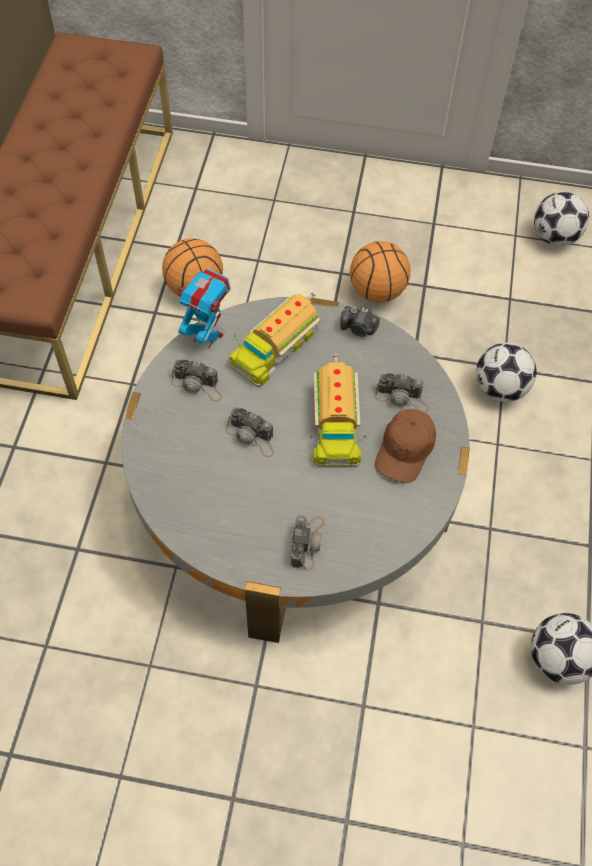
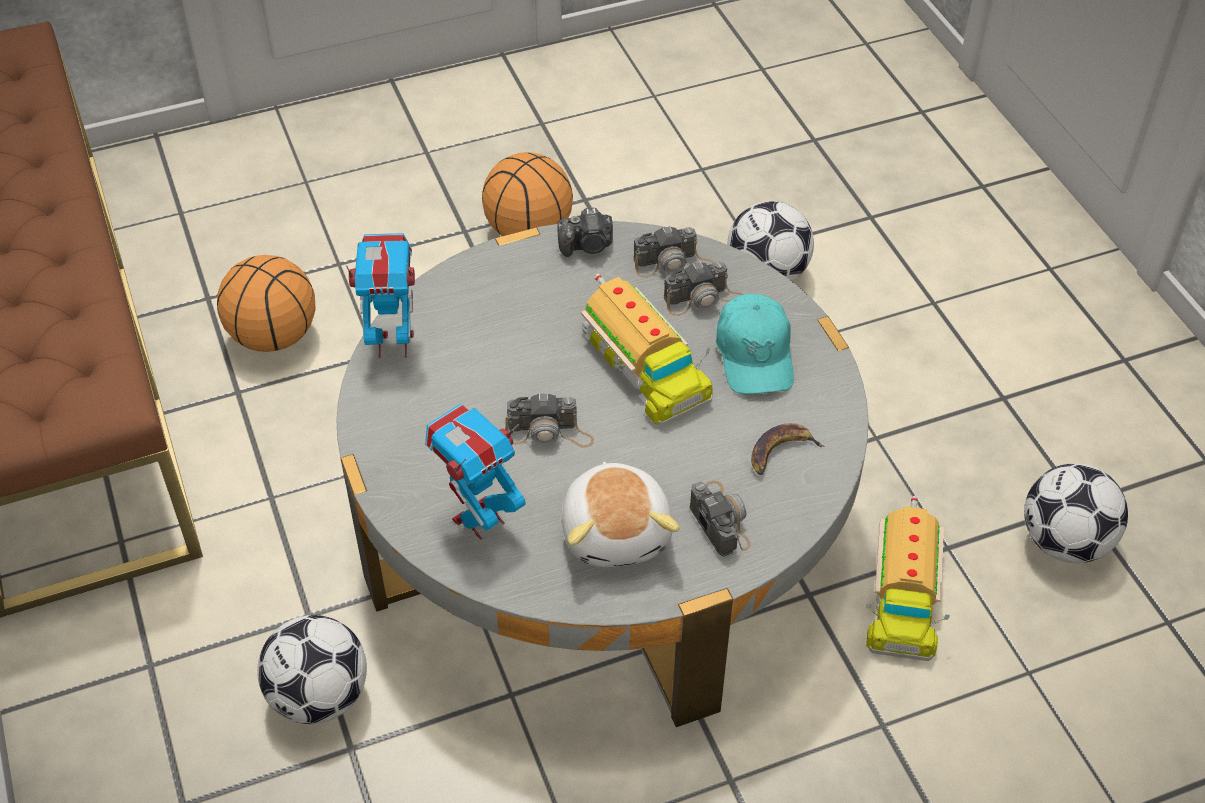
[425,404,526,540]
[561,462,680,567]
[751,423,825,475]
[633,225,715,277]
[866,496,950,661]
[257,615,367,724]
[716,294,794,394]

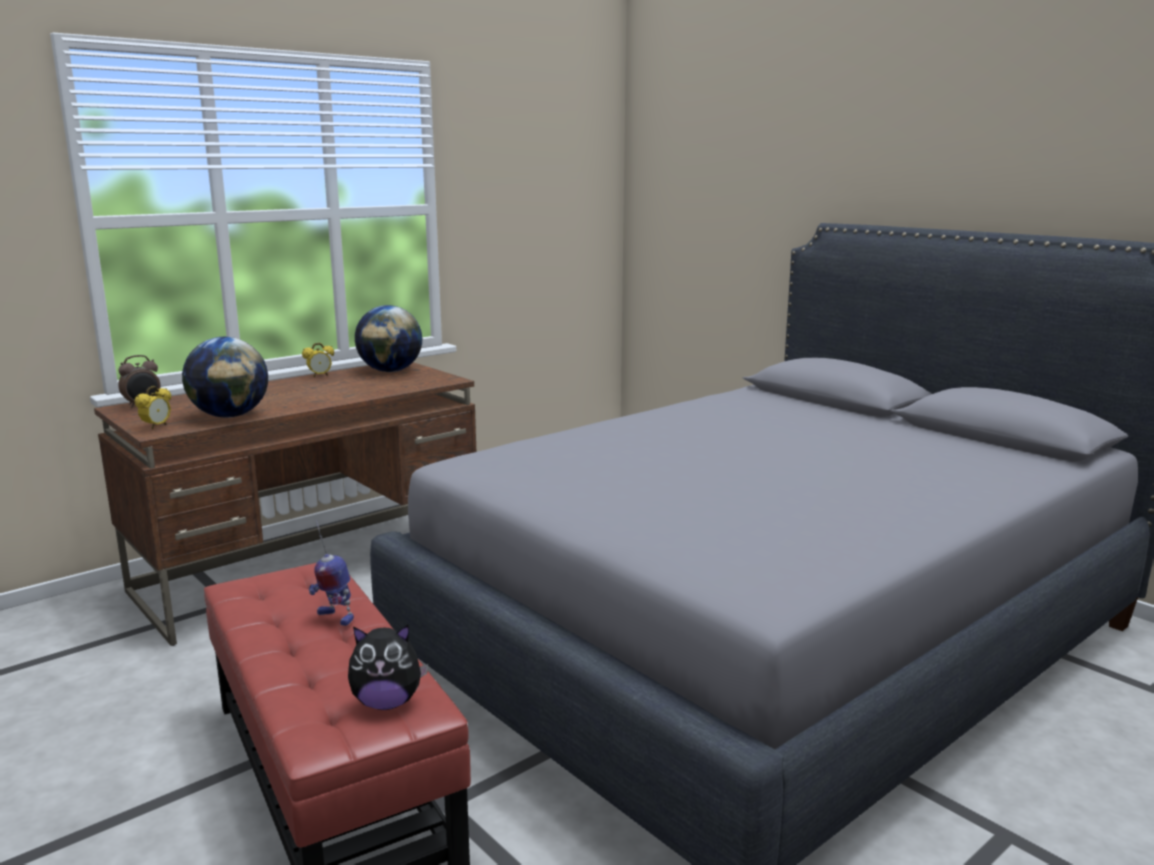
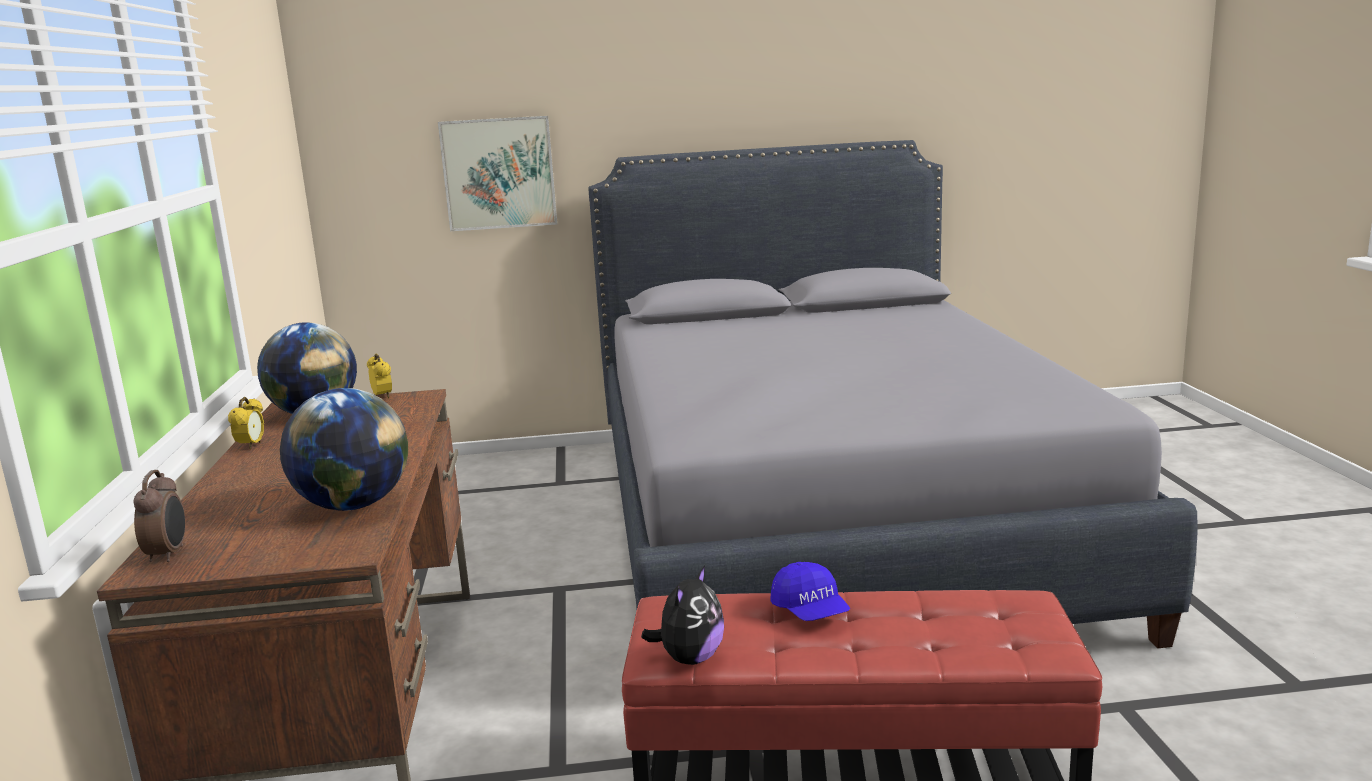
[438,116,557,231]
[367,353,392,398]
[641,565,724,665]
[770,562,850,621]

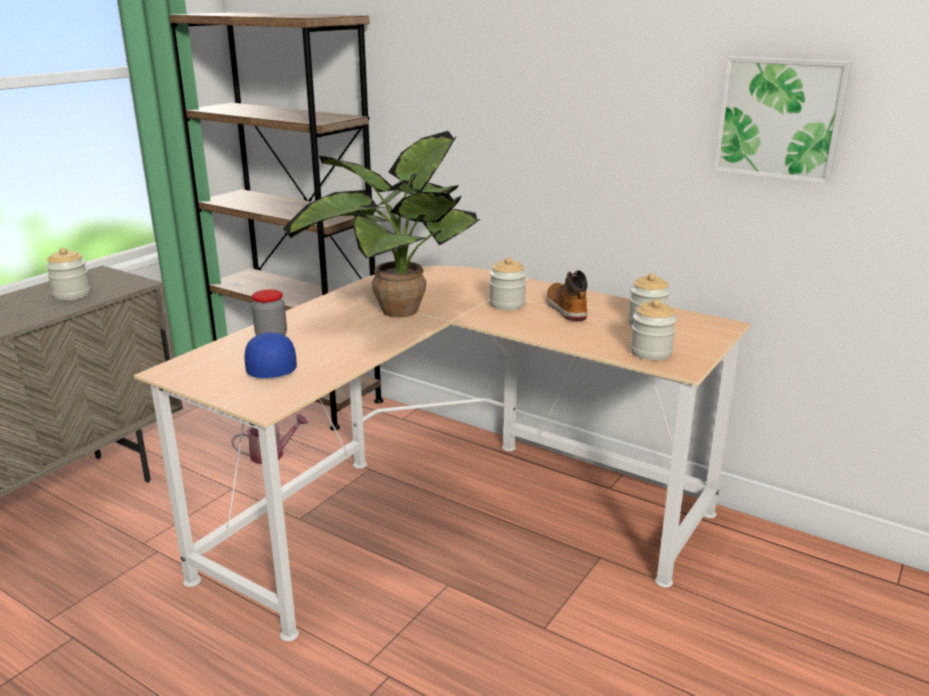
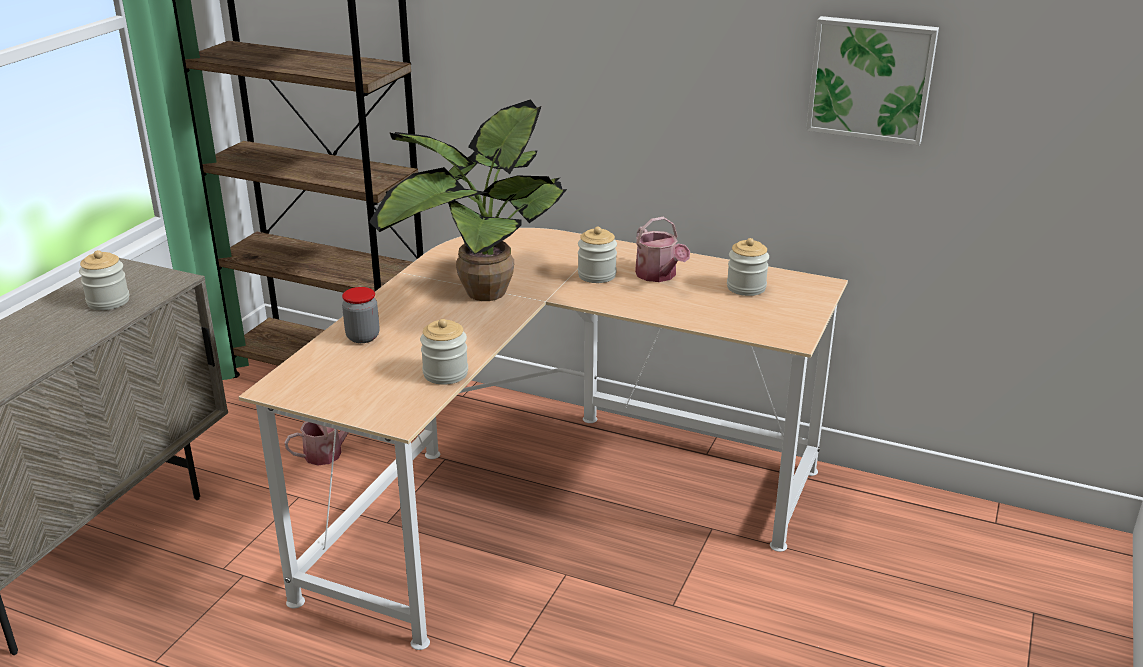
[244,332,297,378] (first image)
[420,319,468,385]
[635,217,690,282]

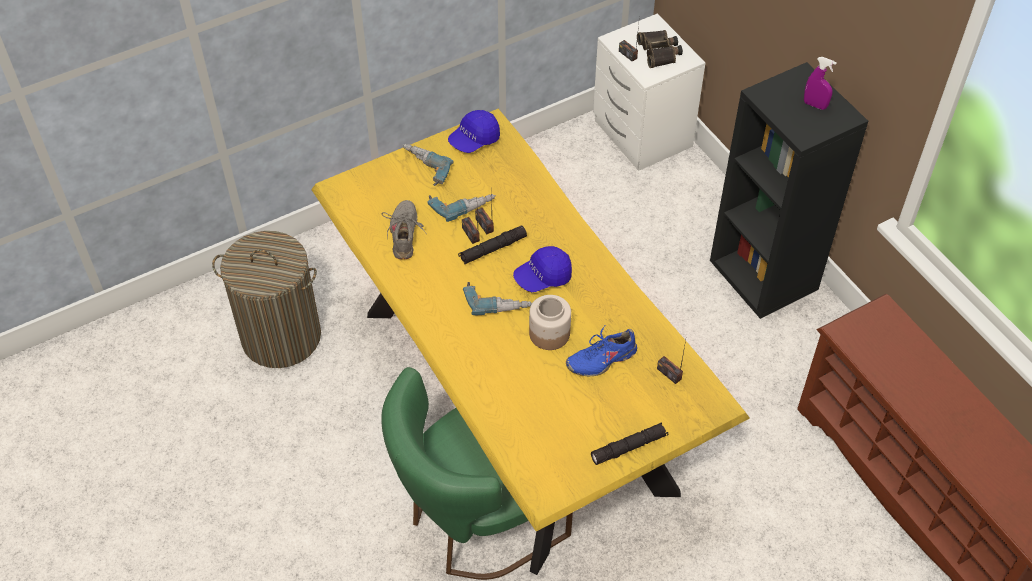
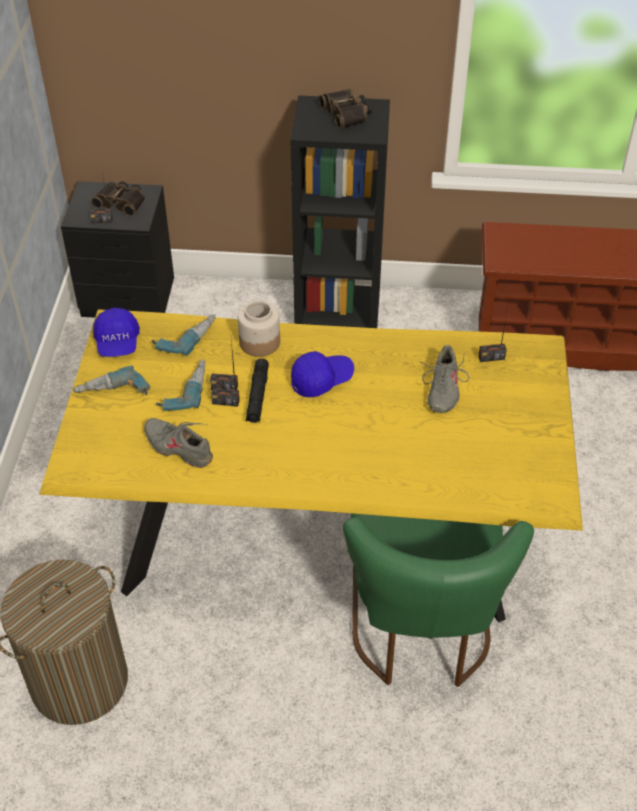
[591,422,668,465] (first image)
[152,314,216,356]
[238,301,280,357]
[319,89,373,129]
[421,345,469,413]
[61,181,174,318]
[291,351,354,397]

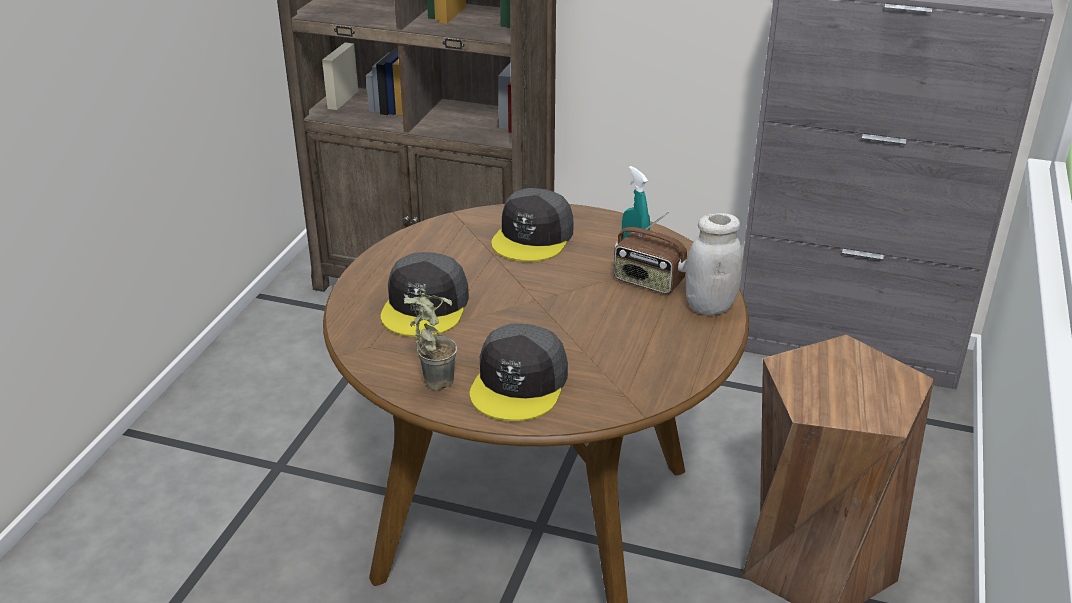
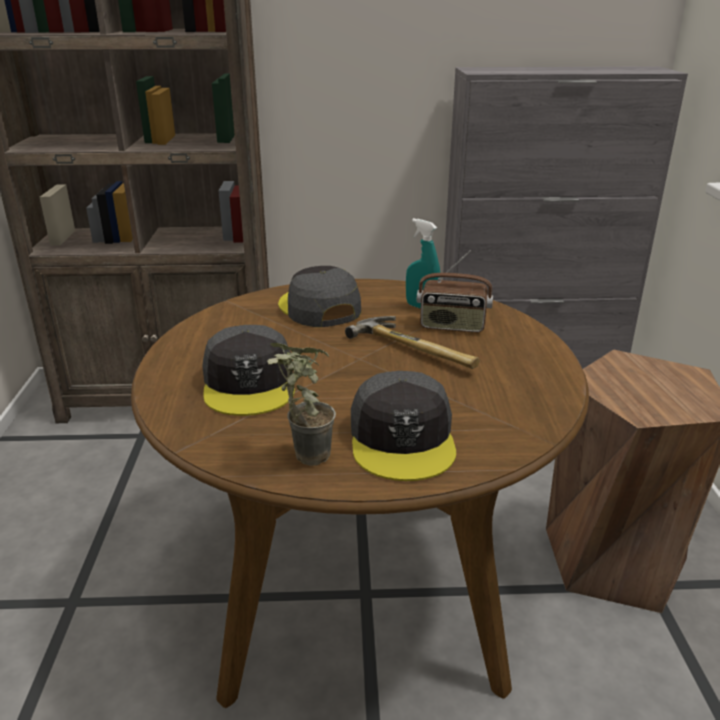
[686,213,742,315] (first image)
[345,316,480,369]
[278,266,361,327]

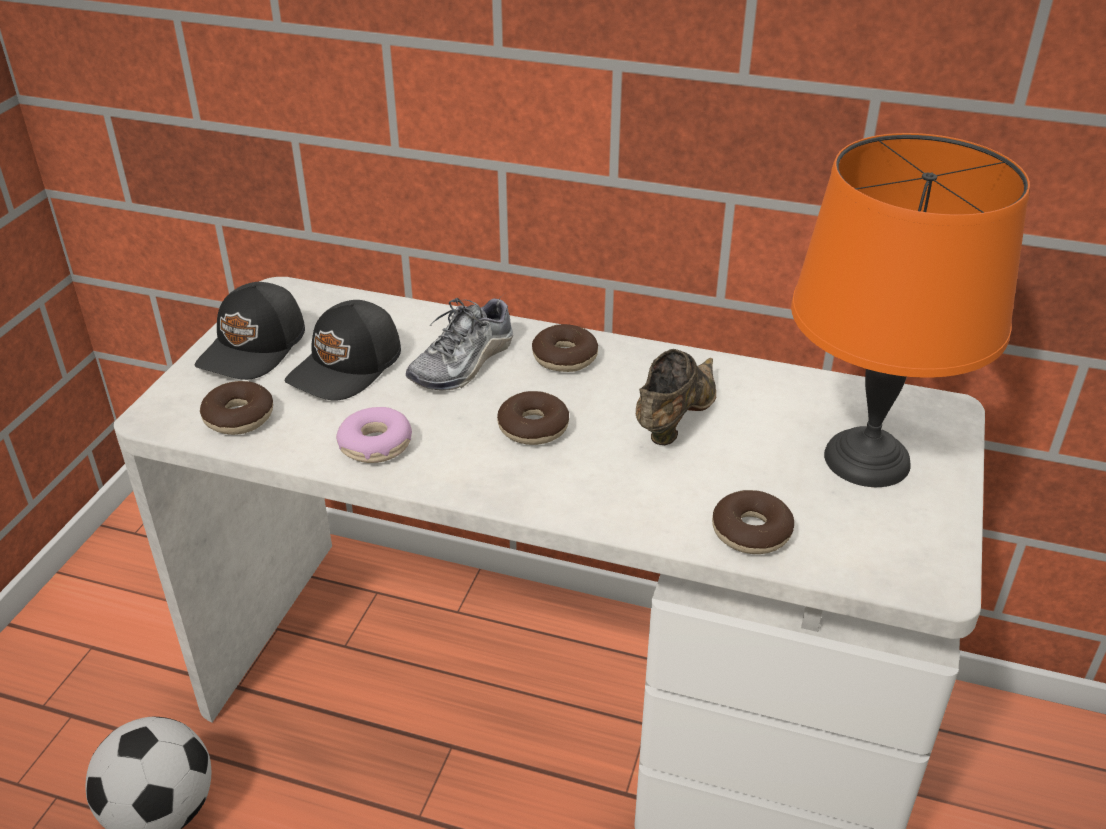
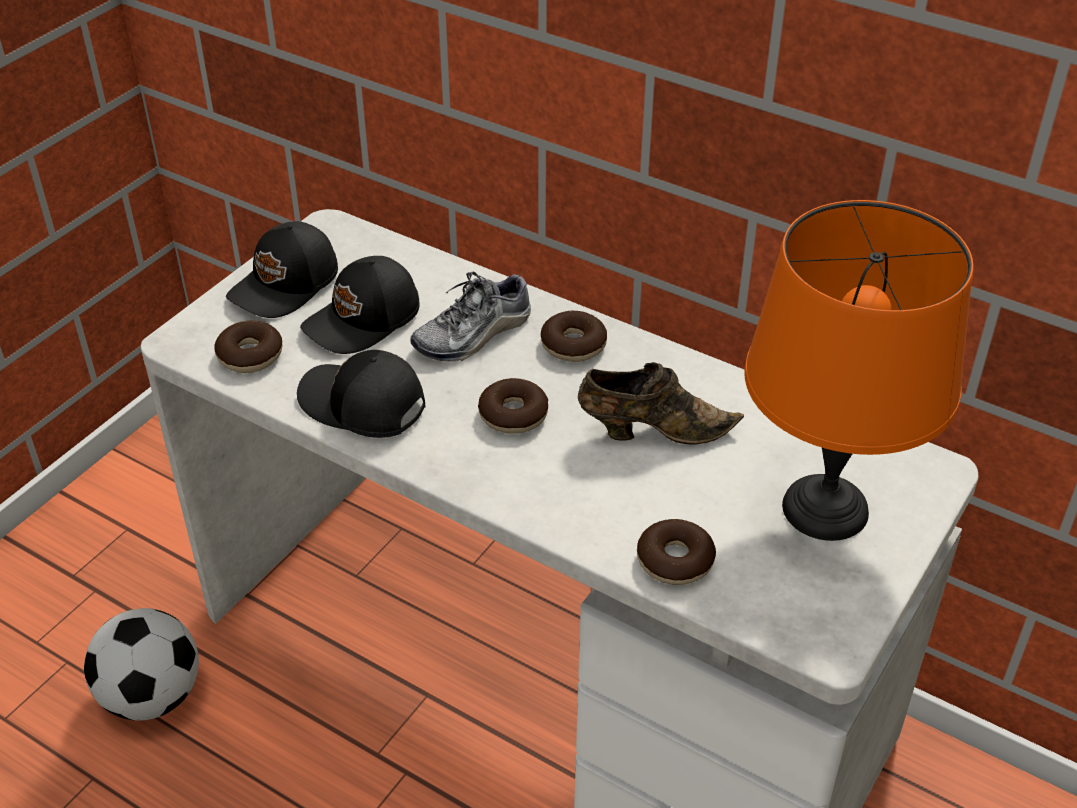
[297,350,425,438]
[578,362,744,445]

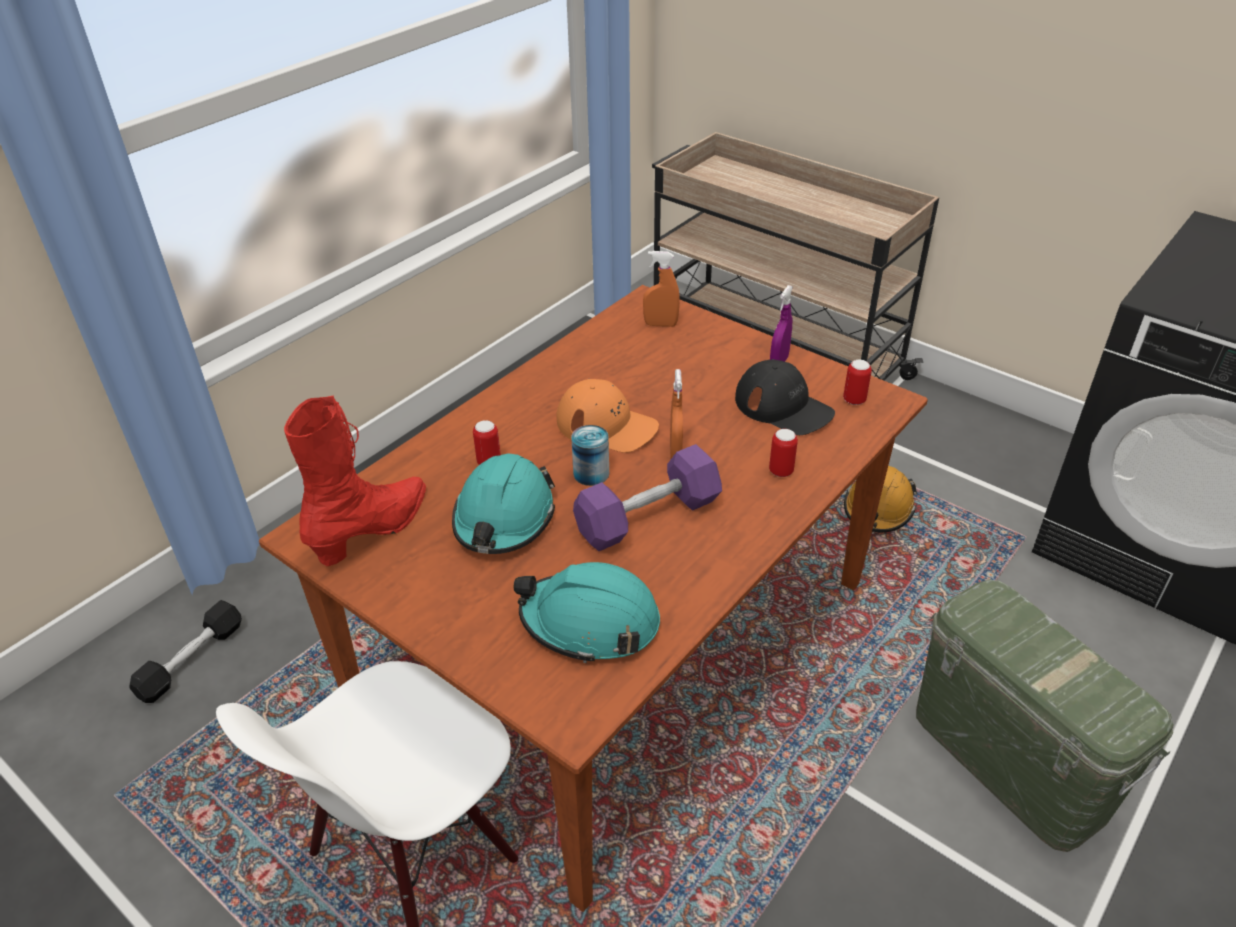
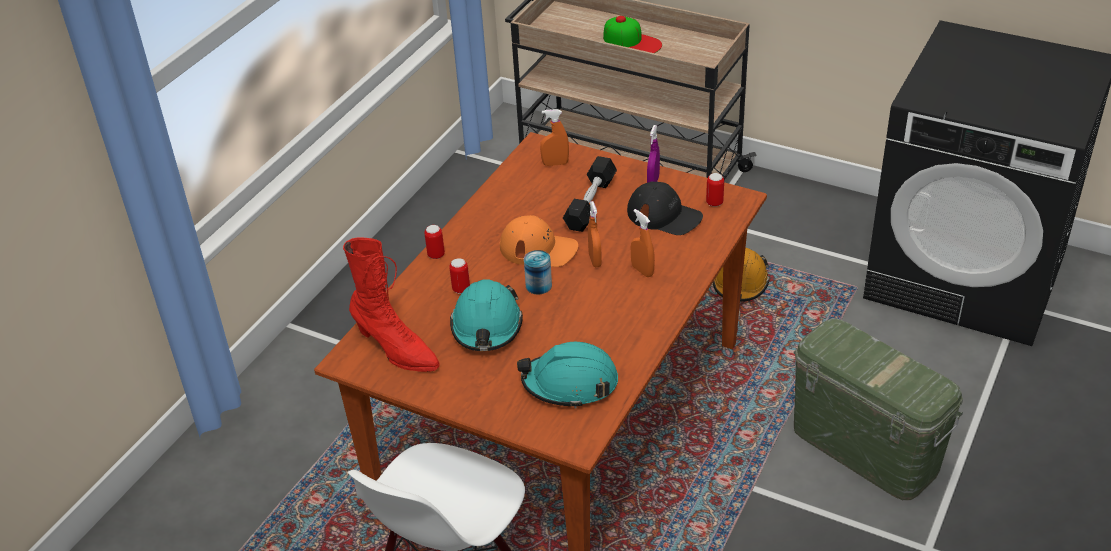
[573,444,722,551] (first image)
[603,16,662,53]
[631,209,655,277]
[563,156,617,232]
[424,225,445,259]
[343,237,440,372]

